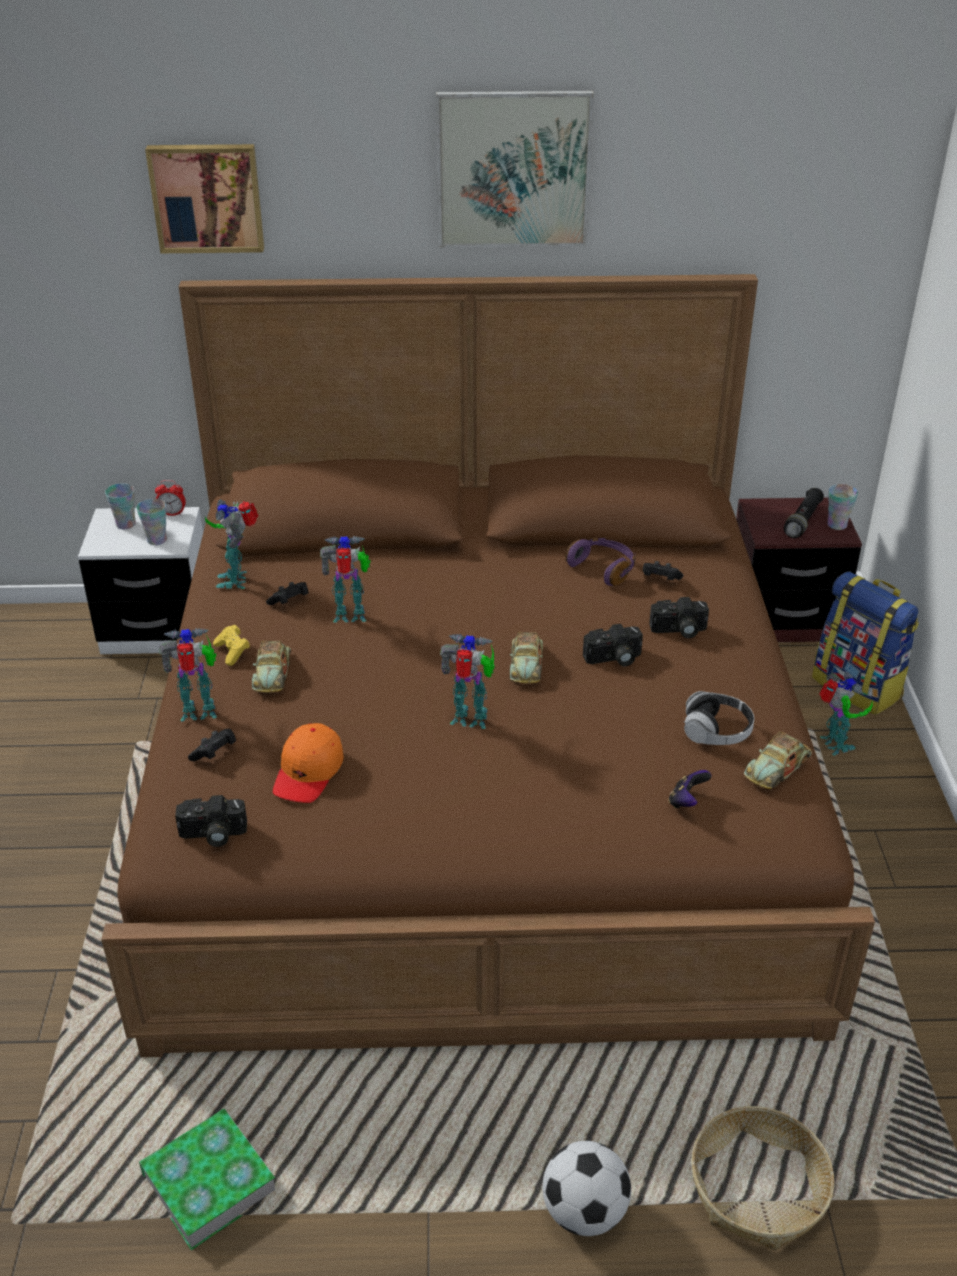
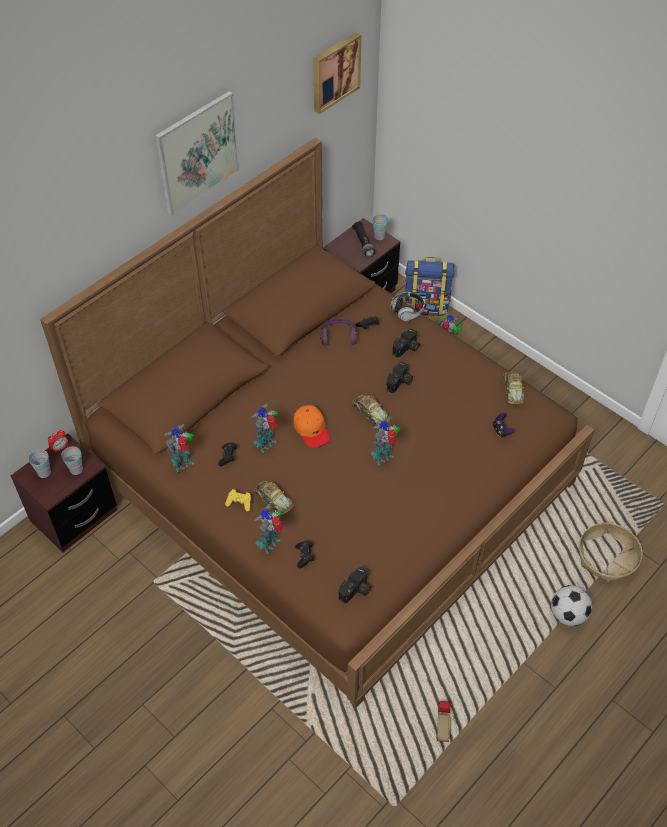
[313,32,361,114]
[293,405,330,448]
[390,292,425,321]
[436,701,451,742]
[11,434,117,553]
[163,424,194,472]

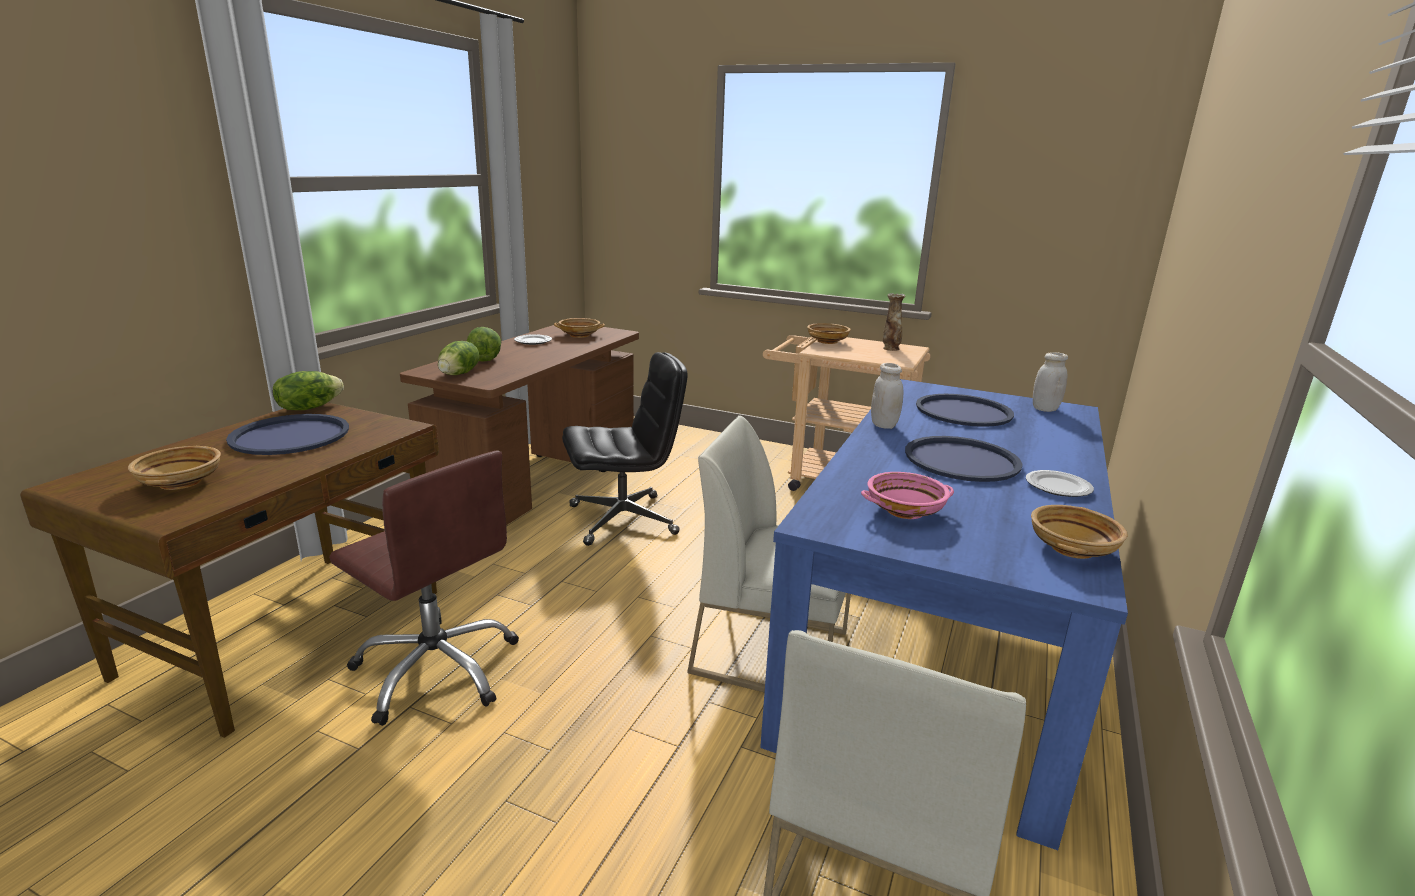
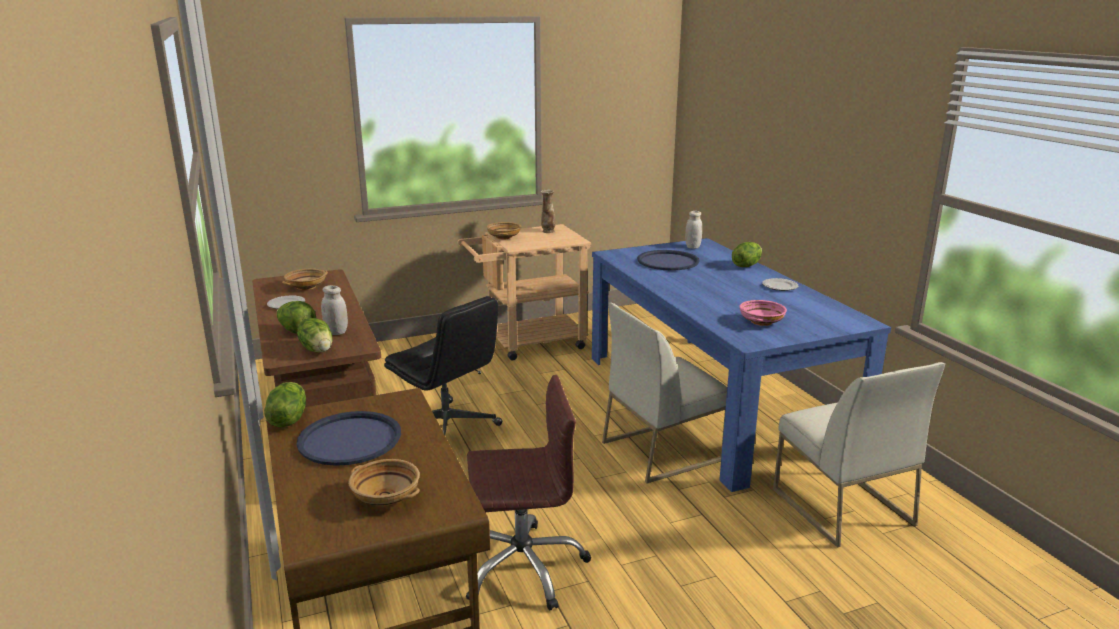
[905,436,1023,482] (first image)
[1031,505,1128,559] (first image)
[732,242,762,267]
[321,285,348,335]
[384,296,502,435]

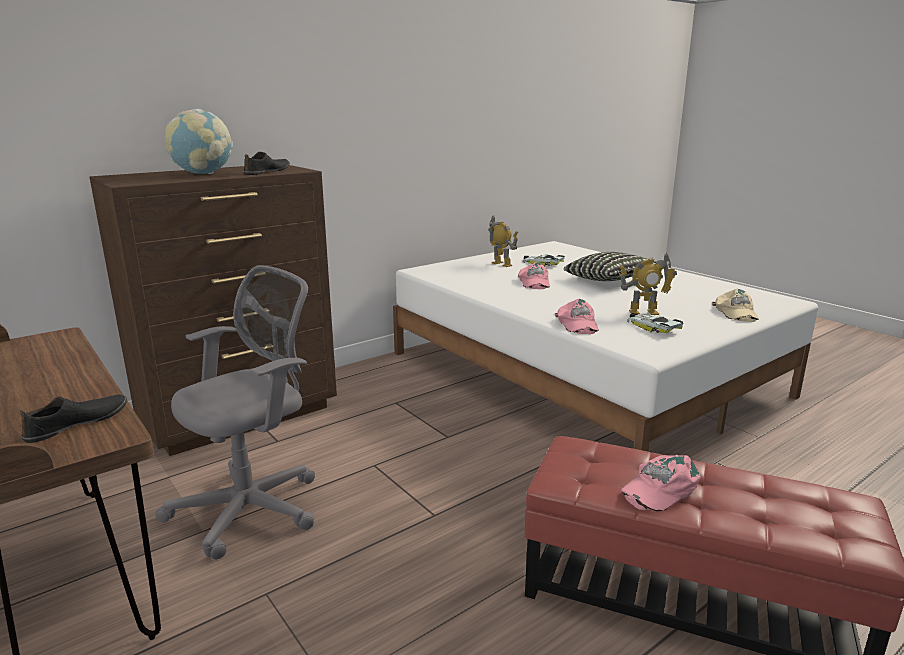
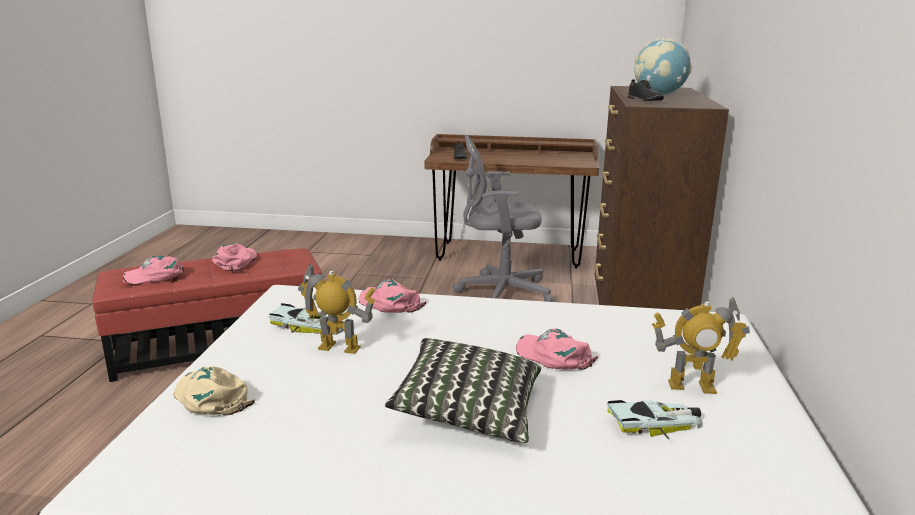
[123,256,184,284]
[453,134,555,302]
[298,264,375,354]

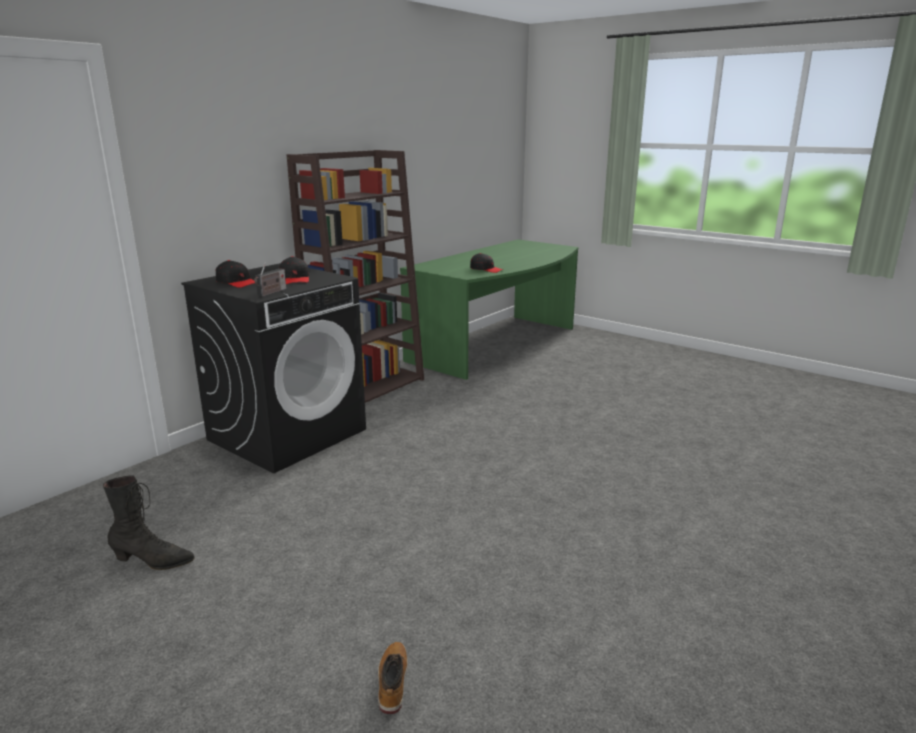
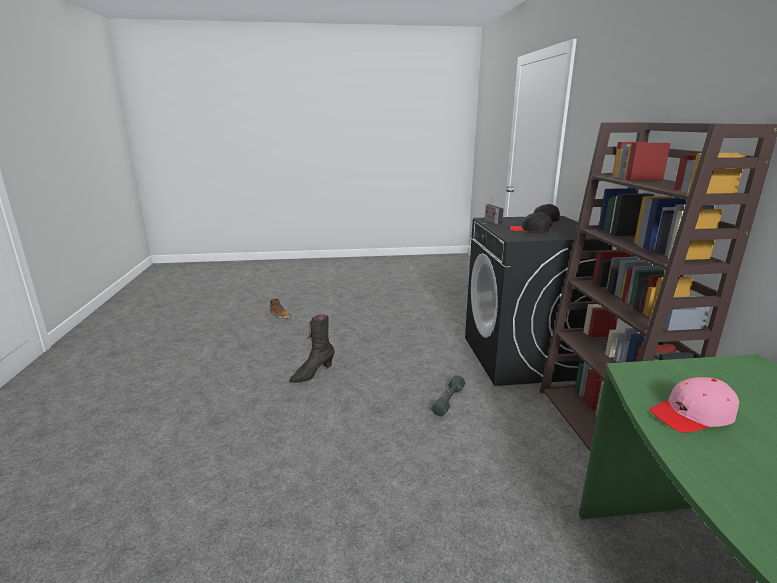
[431,375,465,417]
[289,315,335,383]
[649,377,739,433]

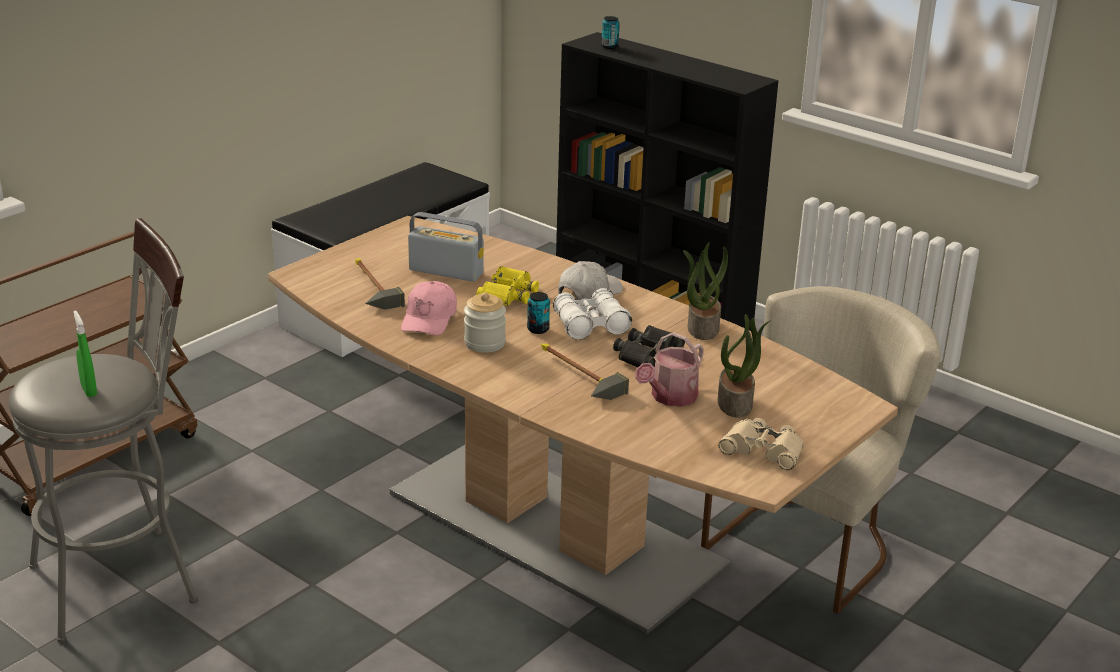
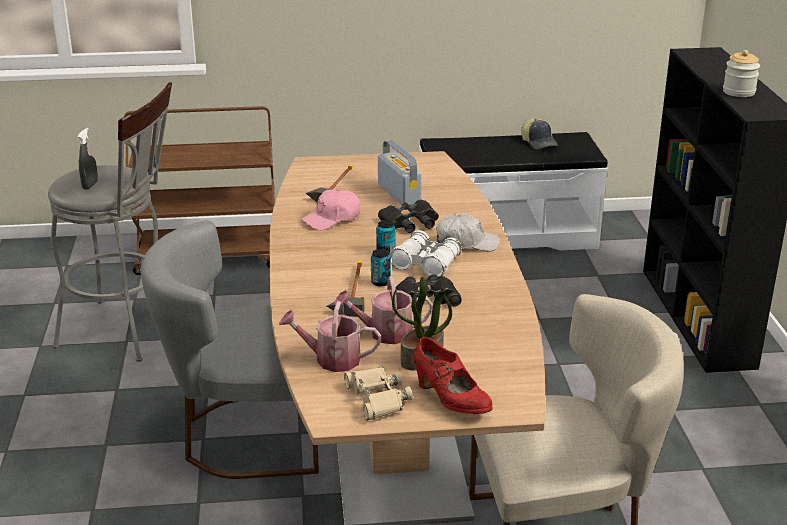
[683,242,728,340] (first image)
[140,220,319,479]
[279,301,381,372]
[413,337,493,414]
[521,118,558,149]
[723,50,760,97]
[371,249,391,287]
[78,128,98,190]
[378,199,439,233]

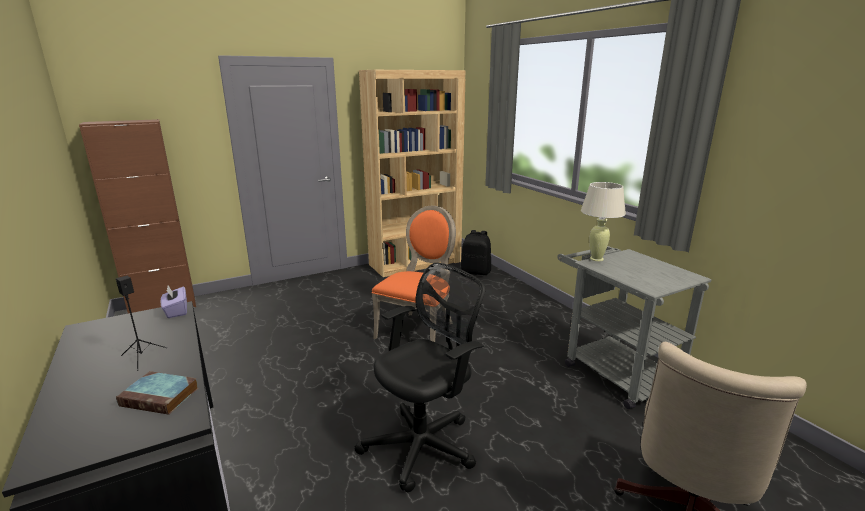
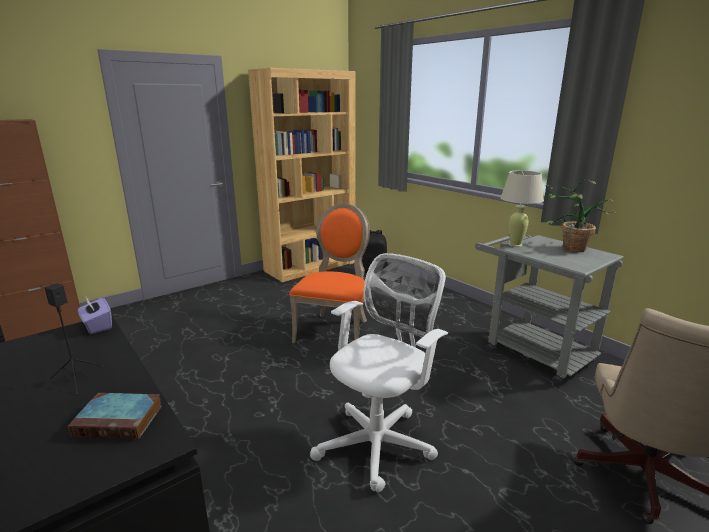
[546,179,616,253]
[310,253,448,493]

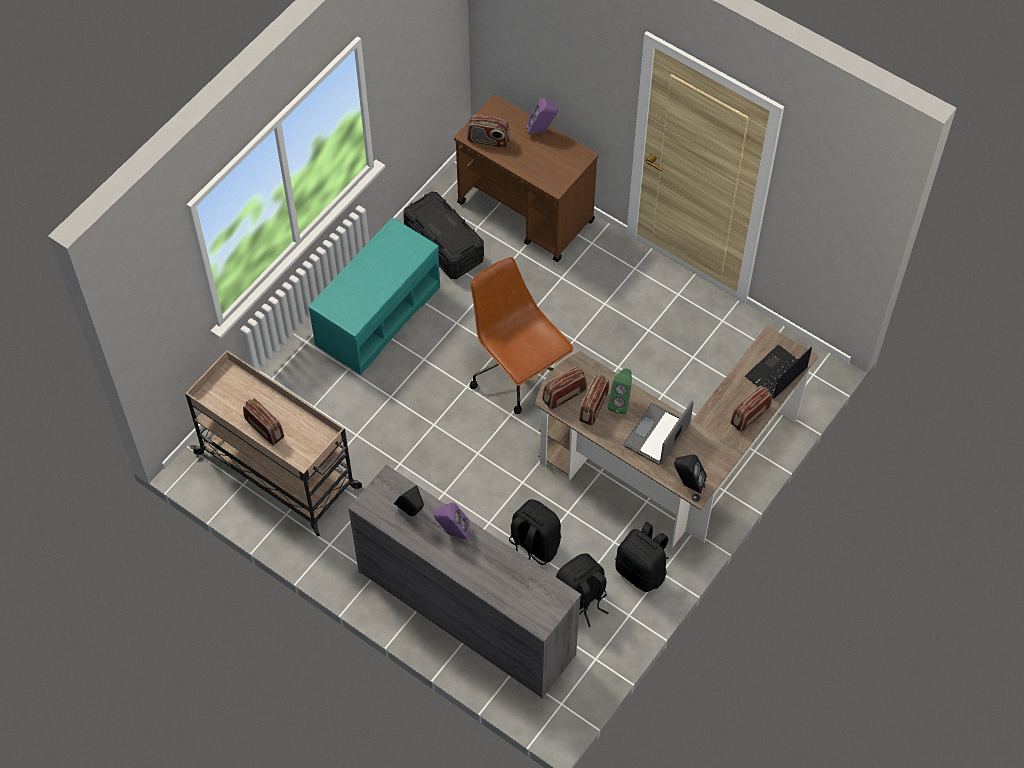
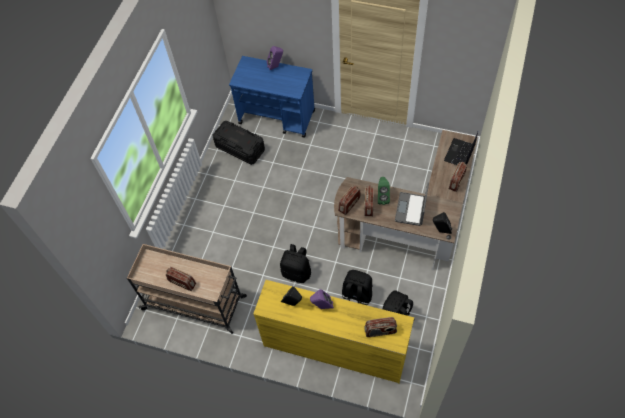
[308,217,440,375] (first image)
[470,257,574,414] (first image)
[364,317,397,337]
[280,244,311,283]
[253,280,414,383]
[229,56,315,138]

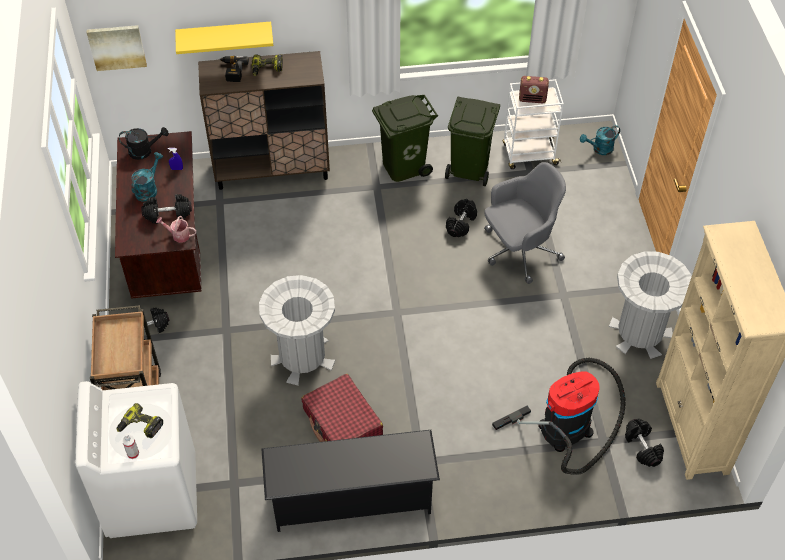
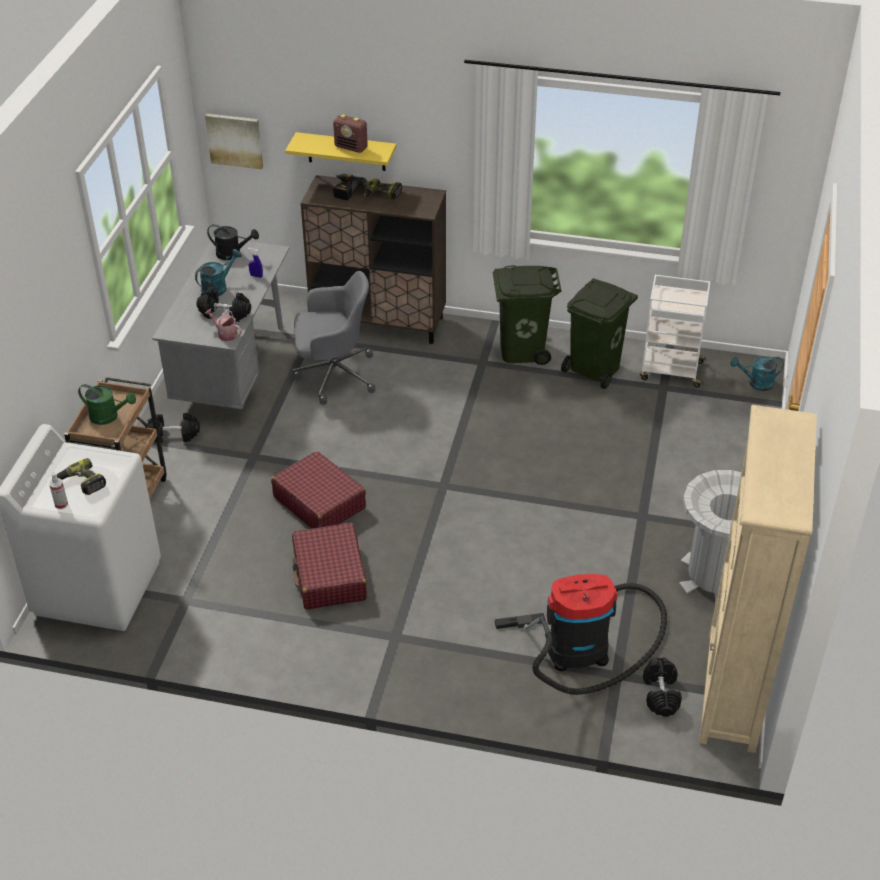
[261,430,440,532] (first image)
[446,199,477,237] (first image)
[78,384,136,425]
[293,271,375,405]
[333,115,368,153]
[271,451,366,529]
[152,237,290,409]

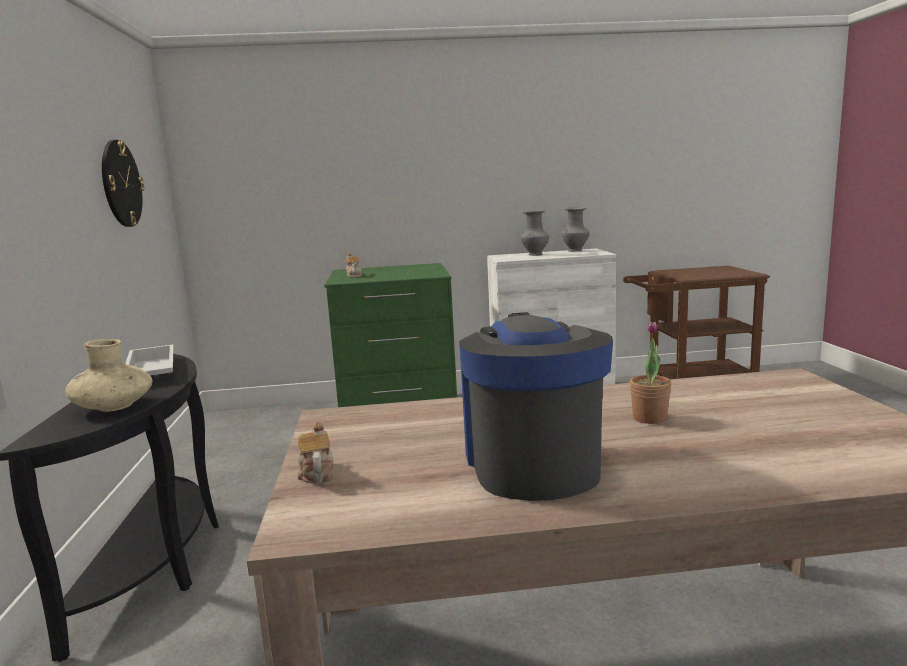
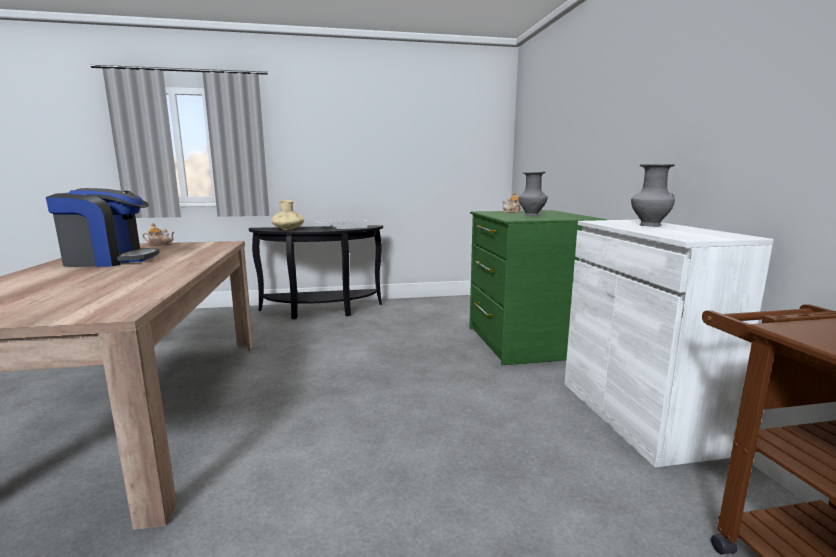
[102,140,144,227] (first image)
[630,322,672,424] (first image)
[519,172,548,216]

